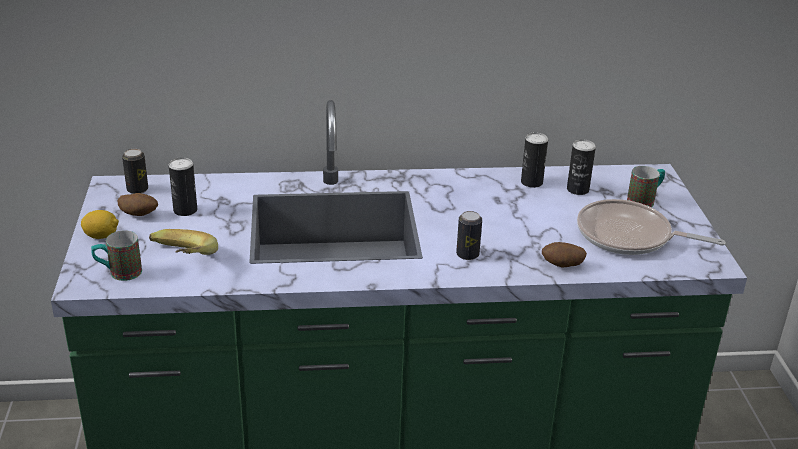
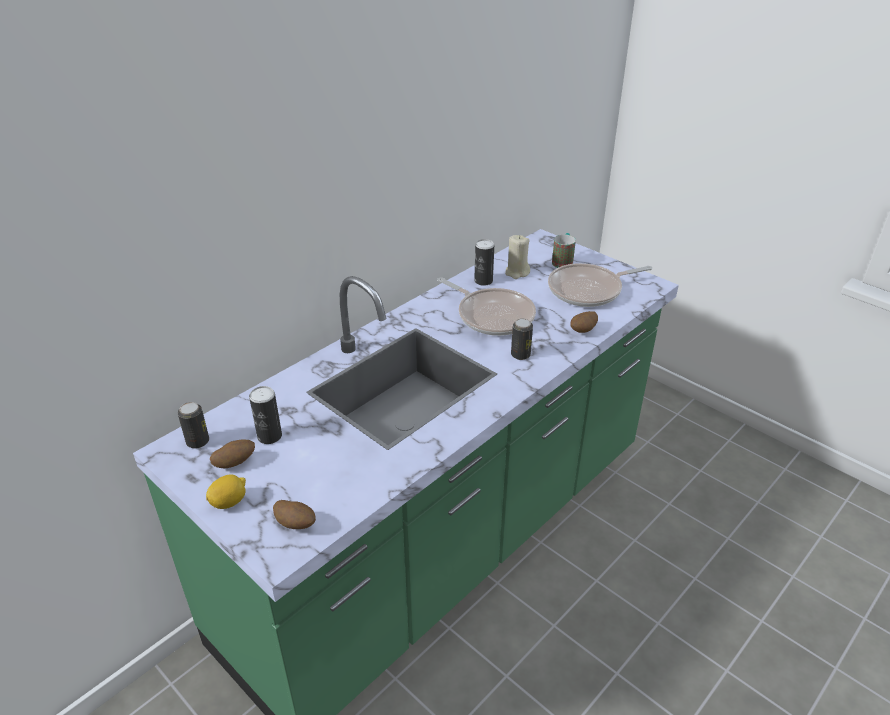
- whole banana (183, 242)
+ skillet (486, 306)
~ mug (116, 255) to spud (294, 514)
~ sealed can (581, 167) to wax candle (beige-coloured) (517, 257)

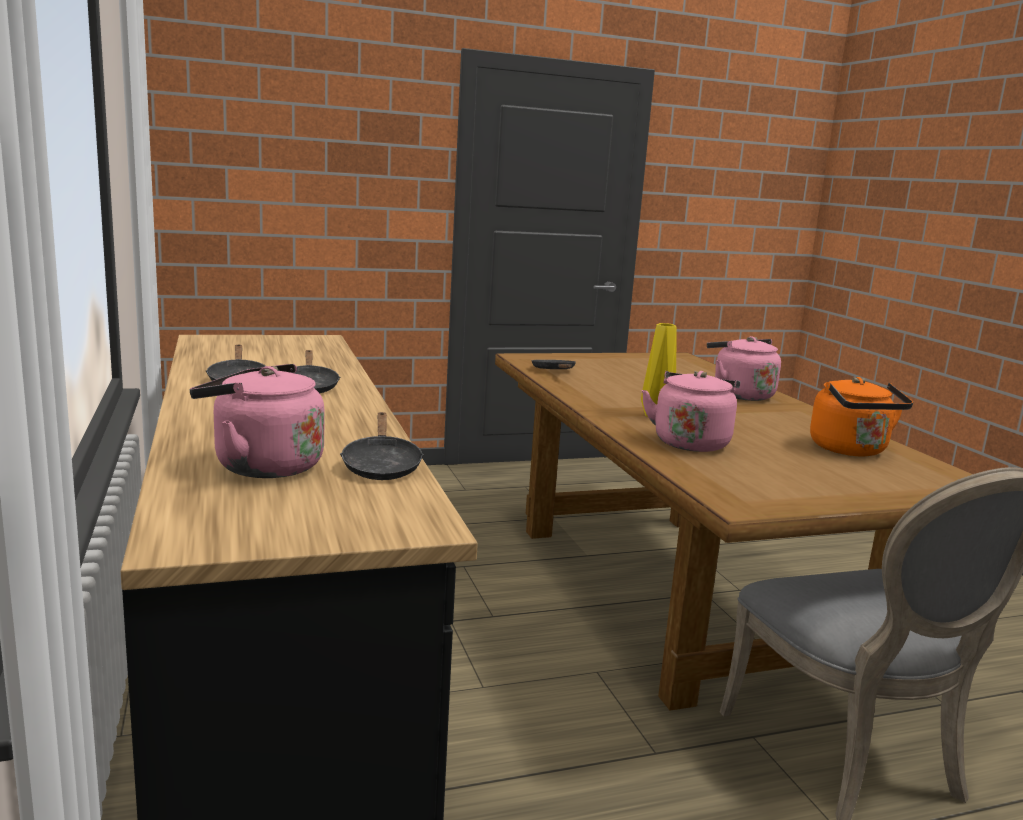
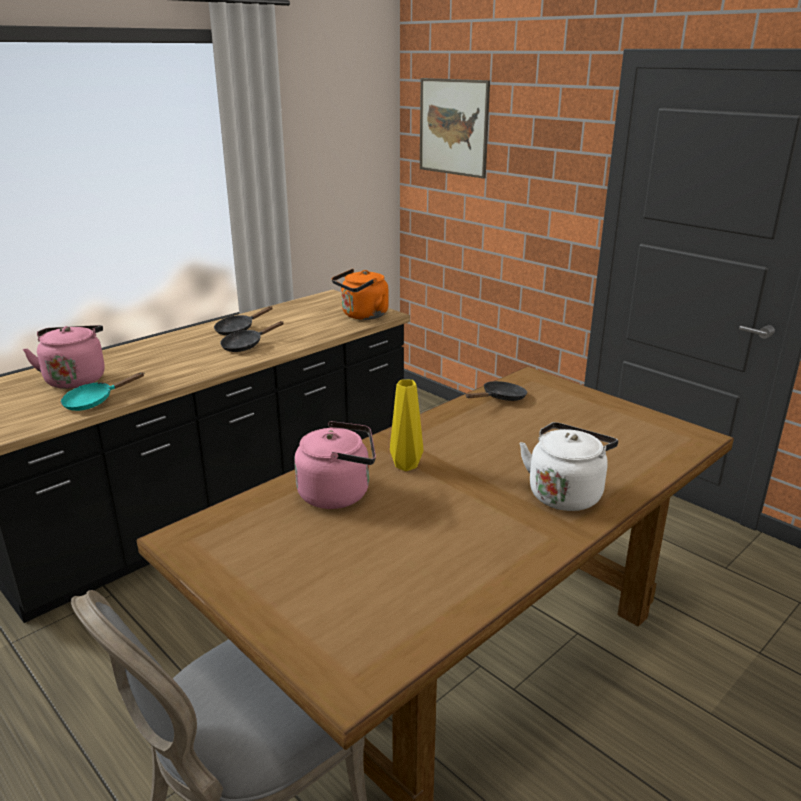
+ wall picture (455, 128)
~ water kettle (orange) (861, 416) to (360, 294)
~ skillet (black) (382, 446) to skillet (turquoise) (102, 391)
~ water kettle (pinkish) (744, 368) to water kettle (white) (568, 466)

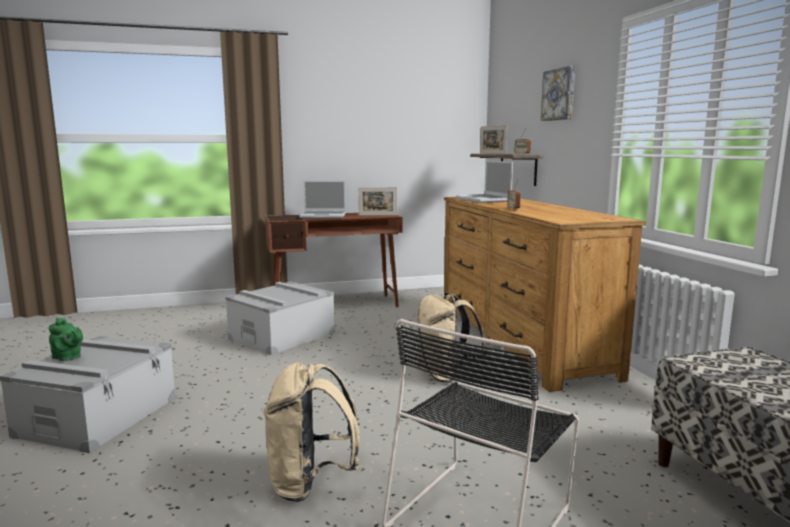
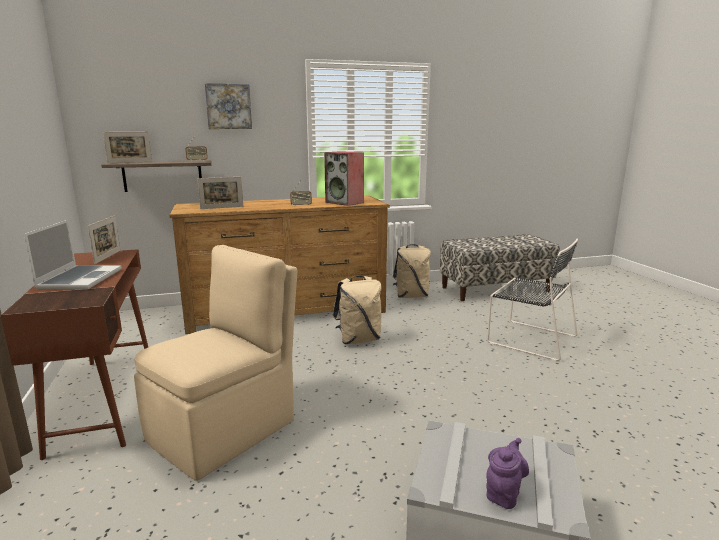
+ loudspeaker (344, 178)
~ knapsack (beige-coloured) (311, 432) to (412, 271)
~ storage bin (greyish) (280, 318) to plain chair (beige-coloured) (216, 363)
~ portable computer (484, 182) to standing frame (220, 193)
~ tea pot (greenish) (66, 339) to tea pot (purplish) (507, 473)

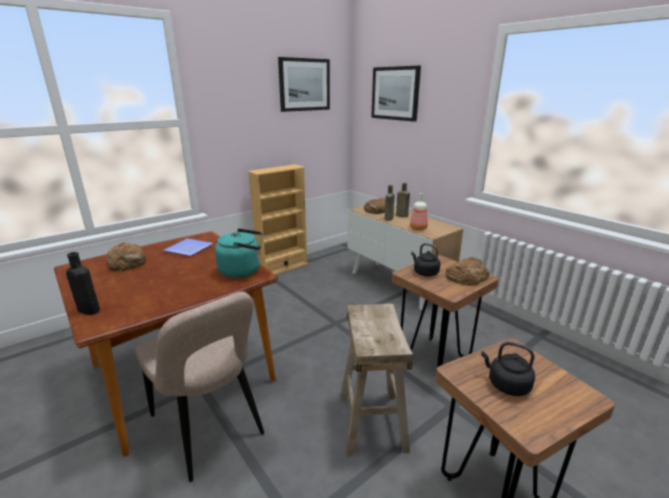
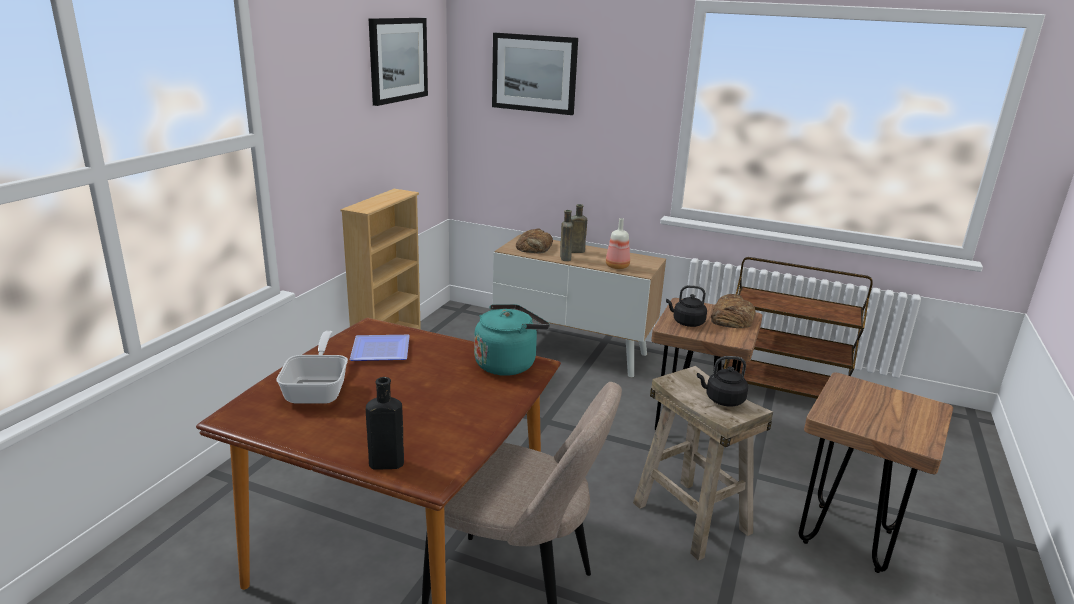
+ trolley (brownish) (798, 328)
~ water kettle (black) (508, 369) to (722, 381)
~ bread (126, 257) to skillet (312, 367)

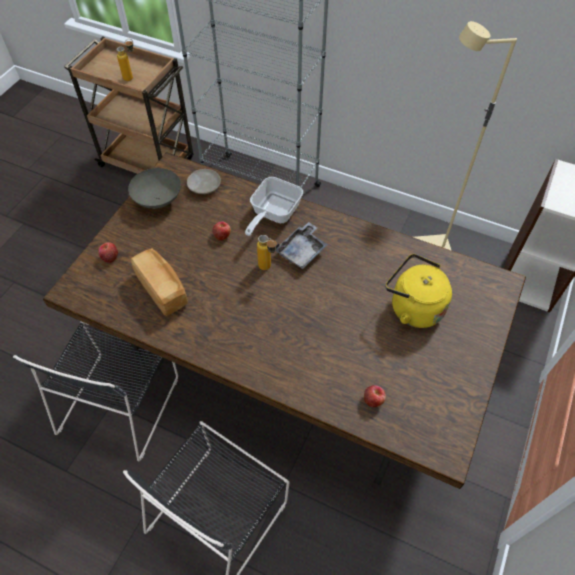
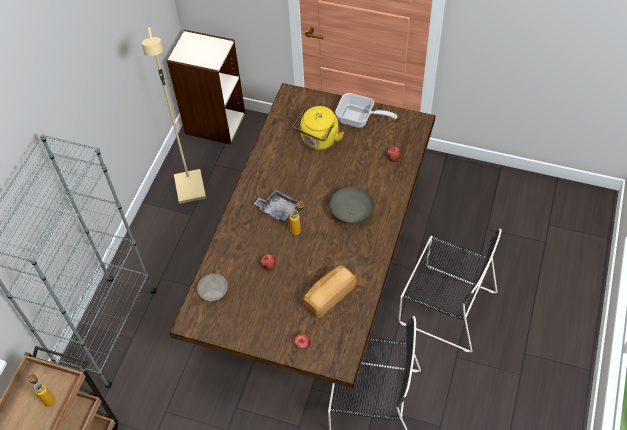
~ deep dish (greyish) (154, 188) to (352, 205)
~ skillet (274, 206) to (366, 110)

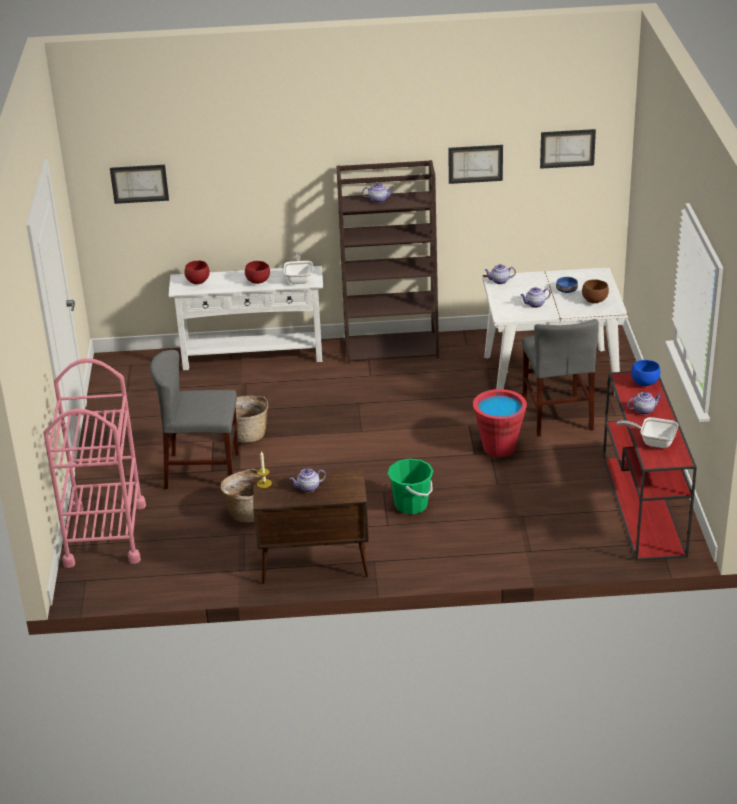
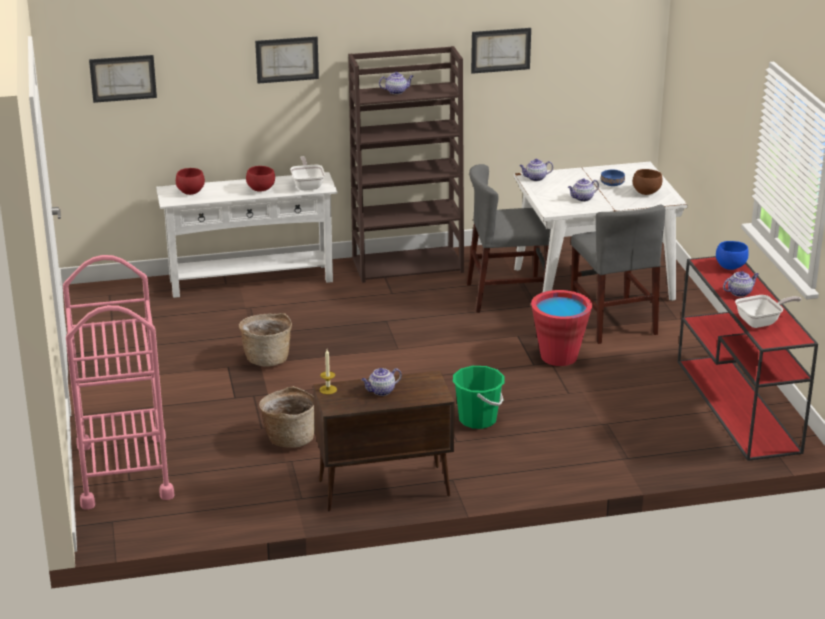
~ plain chair (greyish) (194, 419) to (509, 238)
~ wall picture (568, 149) to (287, 60)
~ skillet (647, 432) = (768, 311) 150 degrees clockwise

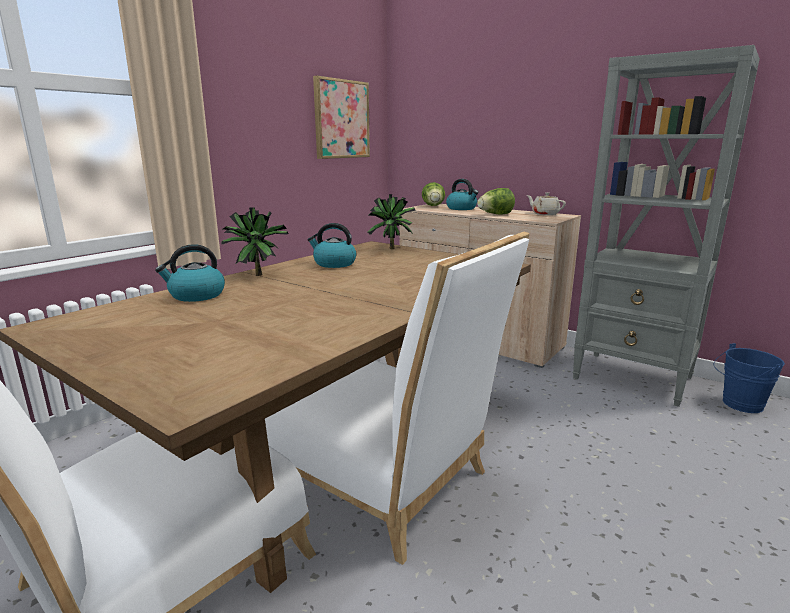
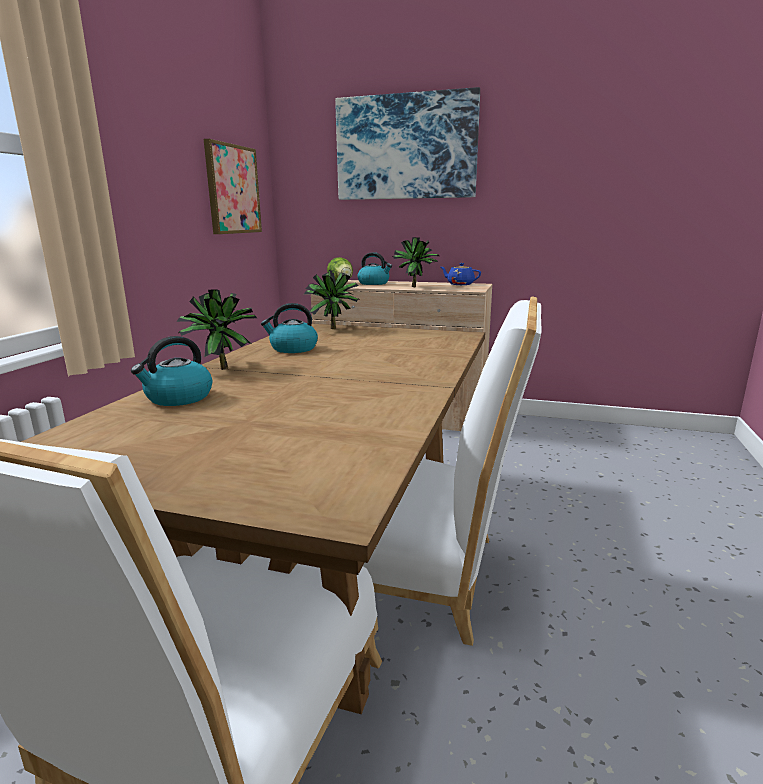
- shelving unit (greyish) (666, 226)
- bucket (bluish) (749, 378)
+ wall picture (407, 143)
~ lettuce head (496, 201) to potted plant (415, 262)
~ tea pot (beige-coloured) (546, 203) to tea pot (bluish) (461, 274)

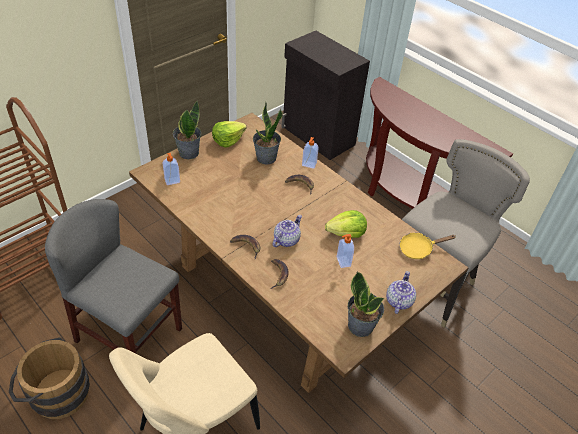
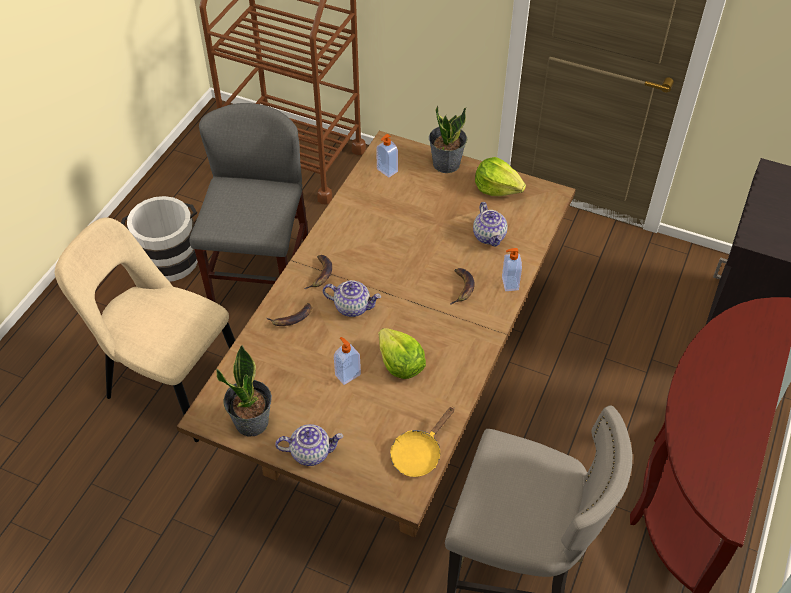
~ potted plant (268, 133) to tea pot (490, 224)
~ bucket (brownish) (49, 378) to bucket (white) (159, 239)
~ skillet (yellowish) (427, 246) = (422, 442) 105 degrees counterclockwise

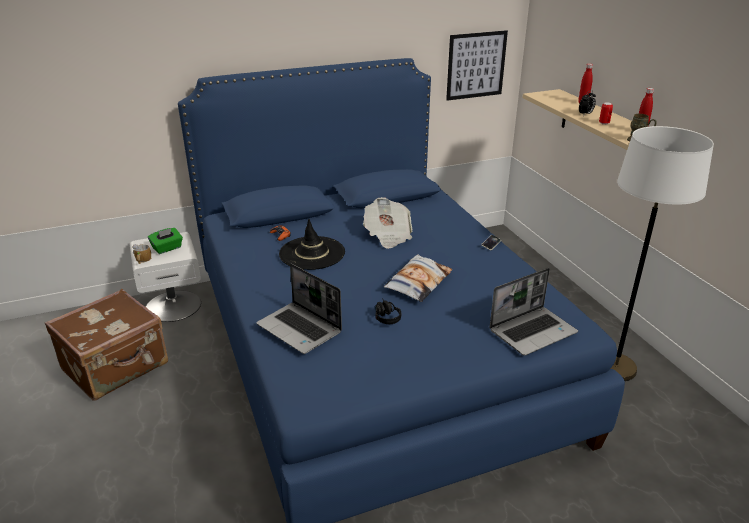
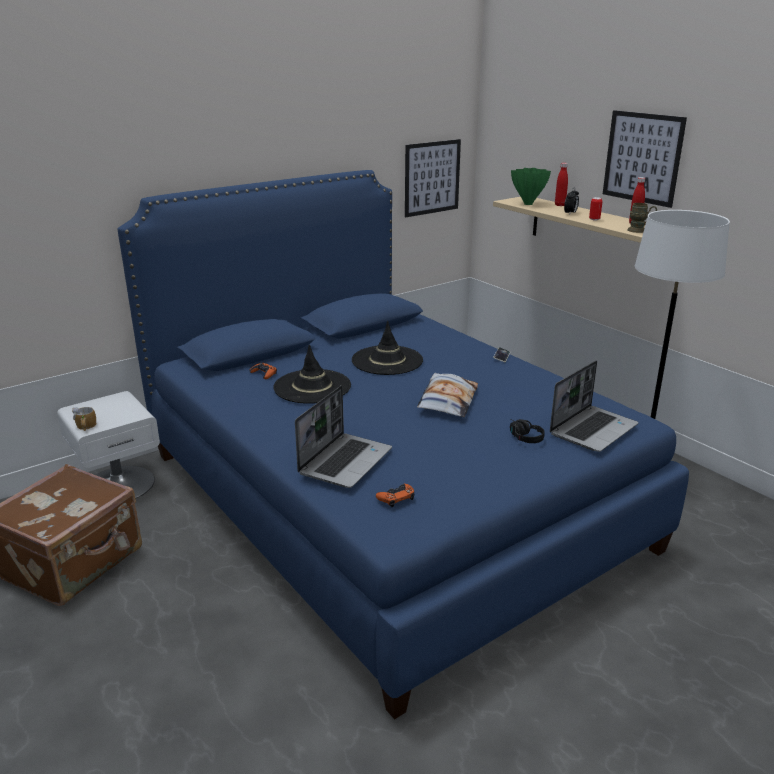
- tissue holder (greenish) (165, 241)
+ joypad (orange) (395, 495)
+ decorative vase (greenish) (531, 186)
+ wall picture (645, 159)
~ headphones (black) (388, 311) to (527, 431)
~ daily paper (387, 223) to wearable hat (black) (387, 348)
~ portable computer (299, 308) = (343, 436) 90 degrees counterclockwise

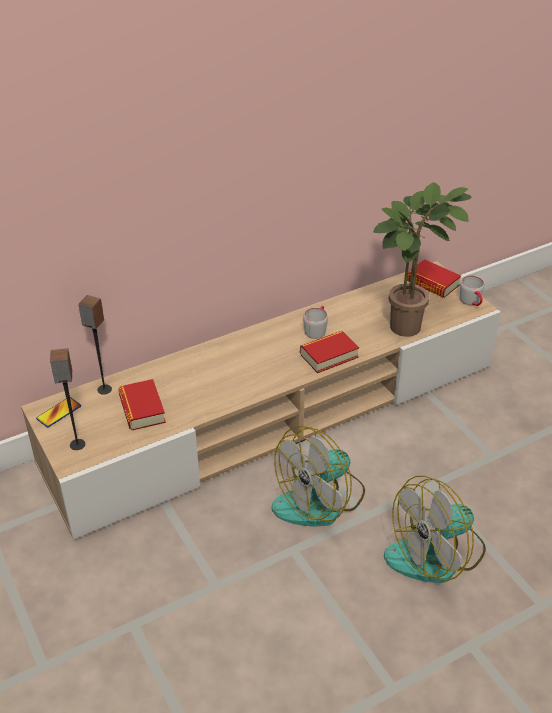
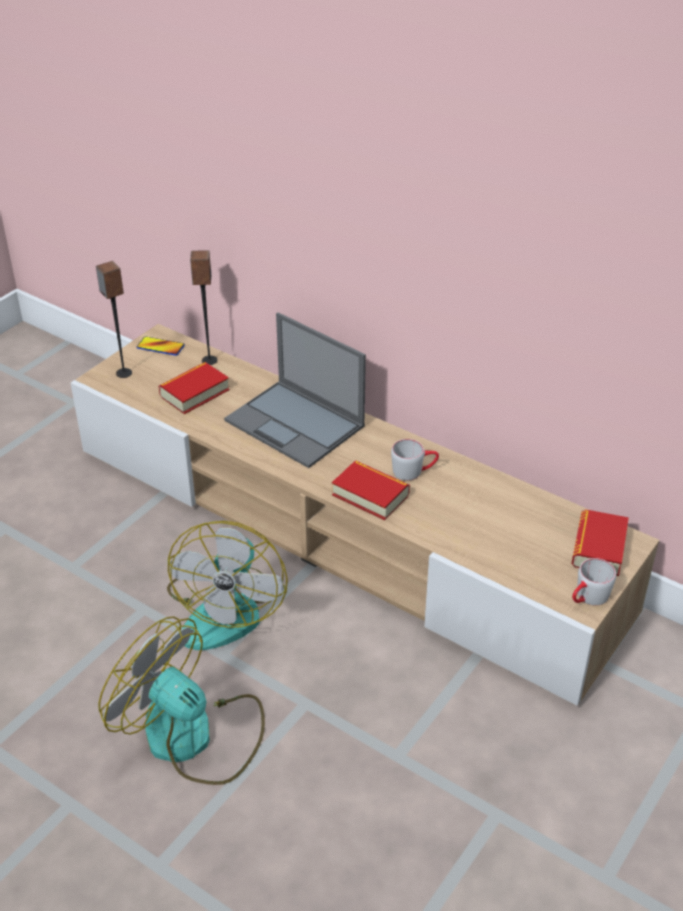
- potted plant (422, 259)
+ portable computer (295, 390)
~ fan (318, 476) = (227, 585) 105 degrees counterclockwise

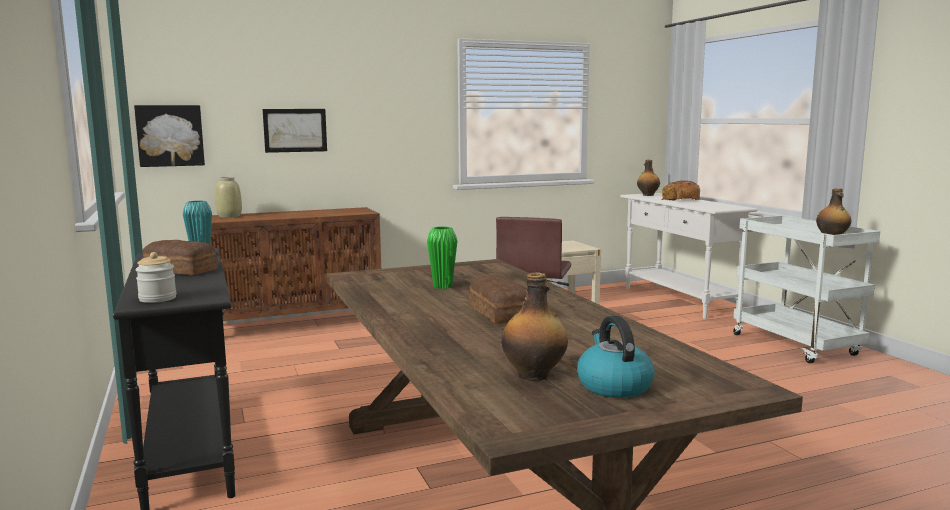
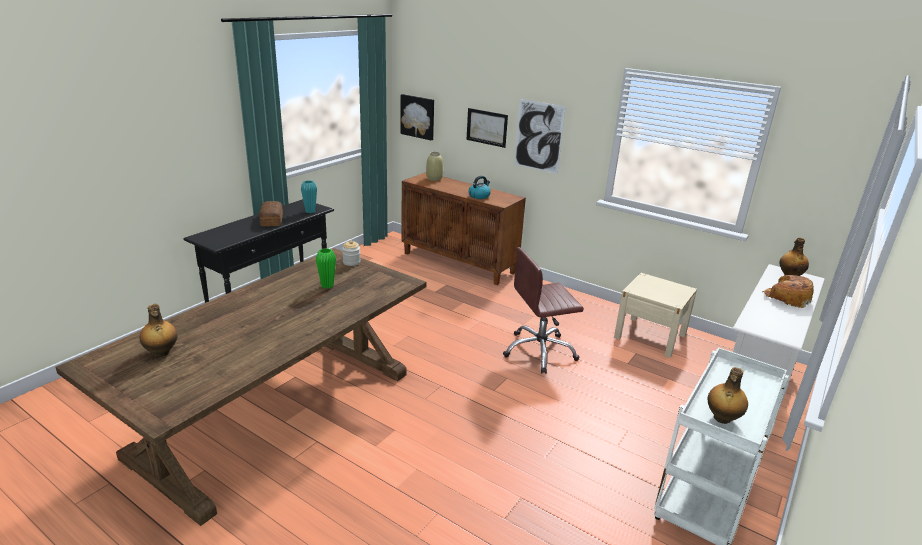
- bread (498, 299)
+ wall picture (540, 136)
~ jar (155, 277) to (351, 253)
~ water kettle (616, 356) to (480, 187)

